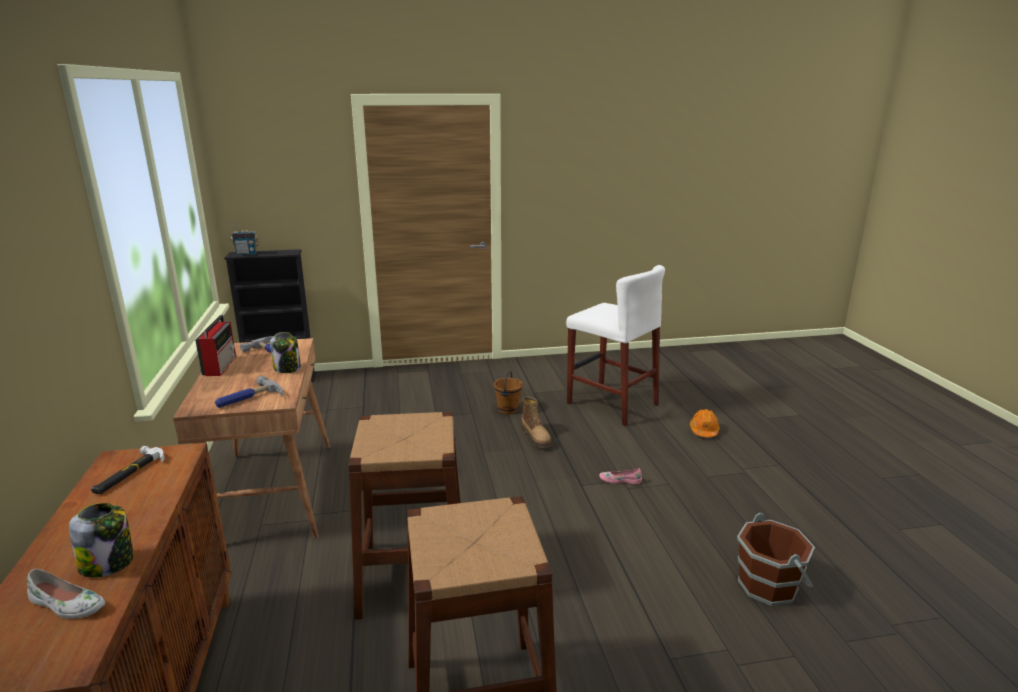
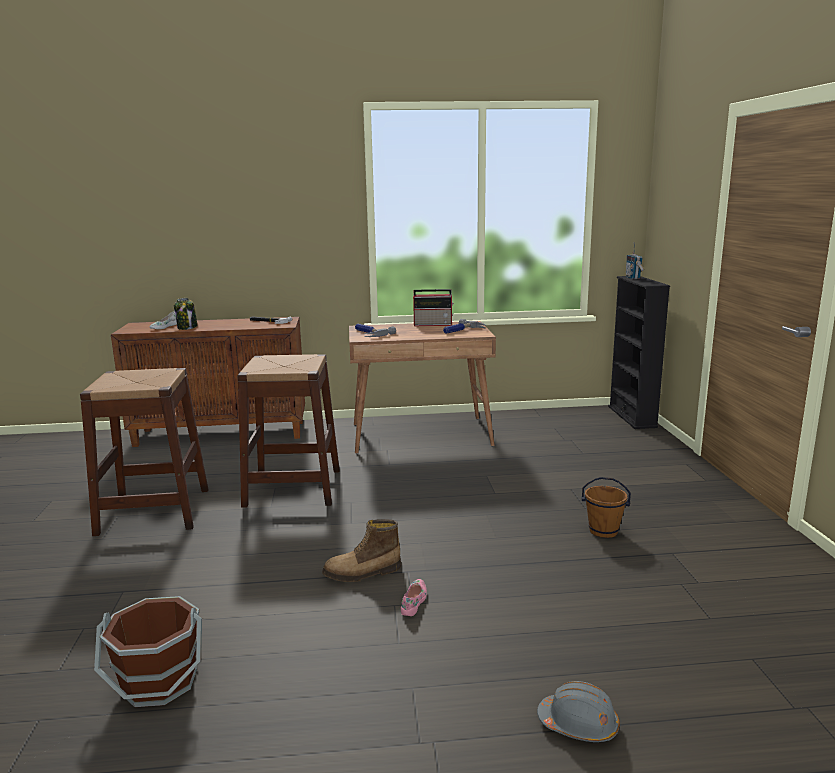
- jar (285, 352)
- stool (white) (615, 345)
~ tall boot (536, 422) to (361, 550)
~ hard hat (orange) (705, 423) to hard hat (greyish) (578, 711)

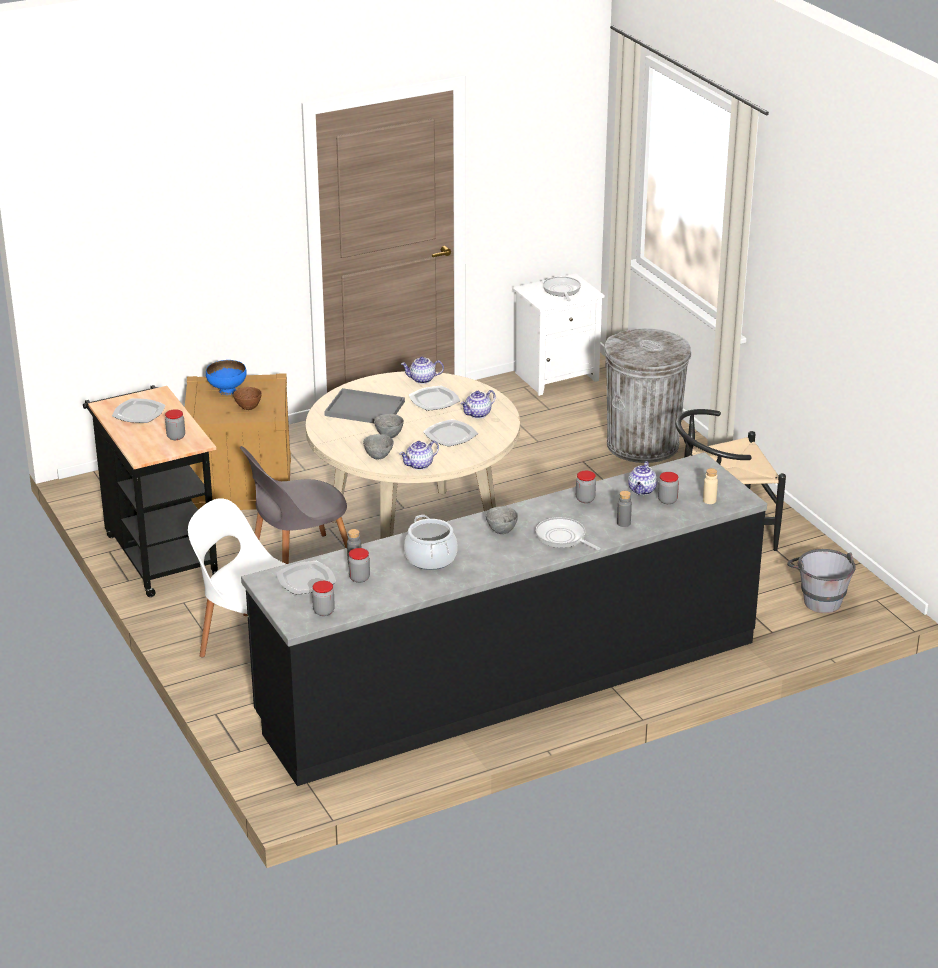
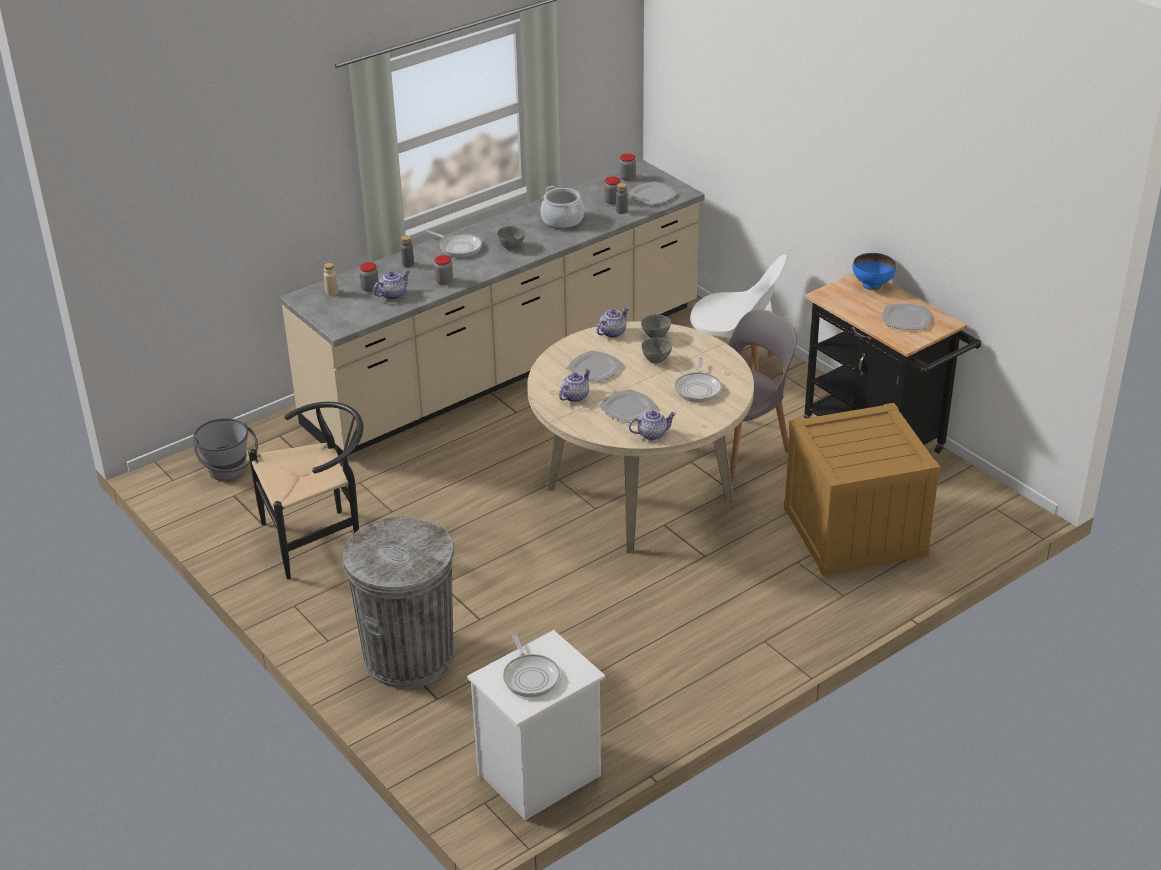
- jar (175, 424)
- deep dish (brownish) (247, 398)
~ deep dish (bluish) (226, 377) to (874, 271)
~ serving tray (greyish) (364, 405) to skillet (698, 380)
~ counter (black) (504, 619) to counter (beige-coloured) (492, 308)
~ tea pot (642, 478) = (391, 285) 45 degrees clockwise

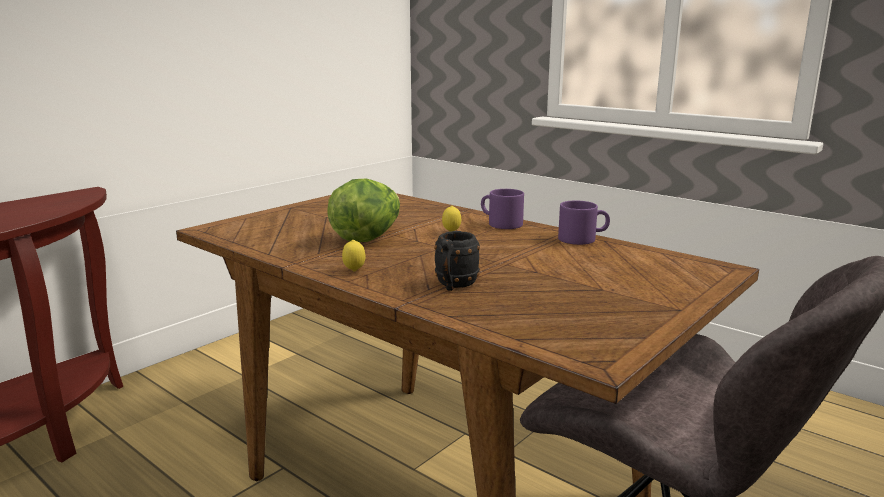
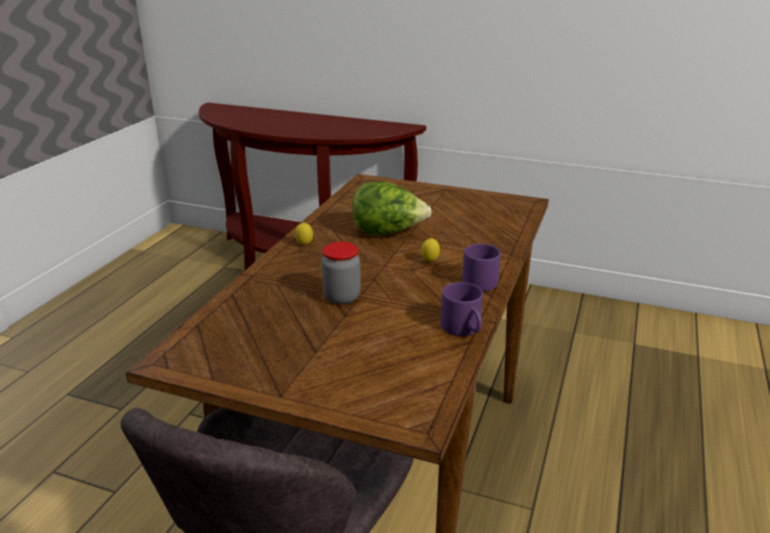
- mug (black) (457, 261)
+ jar (341, 273)

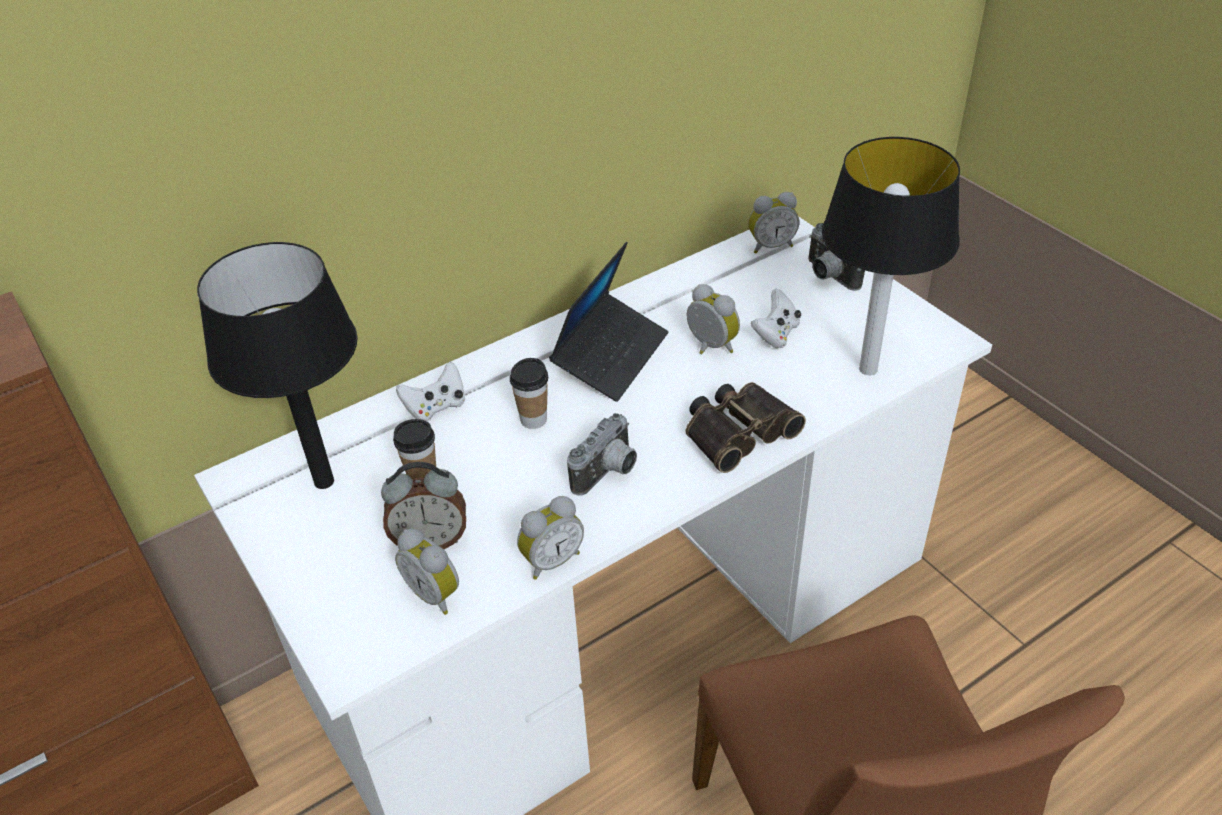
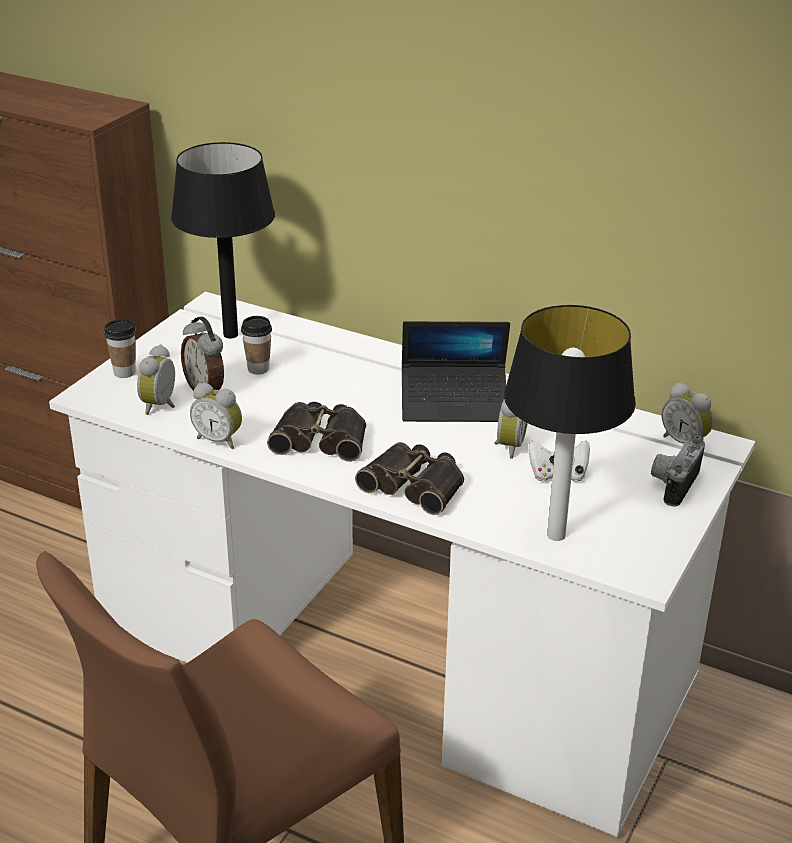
- joypad (white) (430, 392)
~ drinking cup (529, 393) to (120, 348)
~ photo camera (602, 454) to binoculars (316, 432)

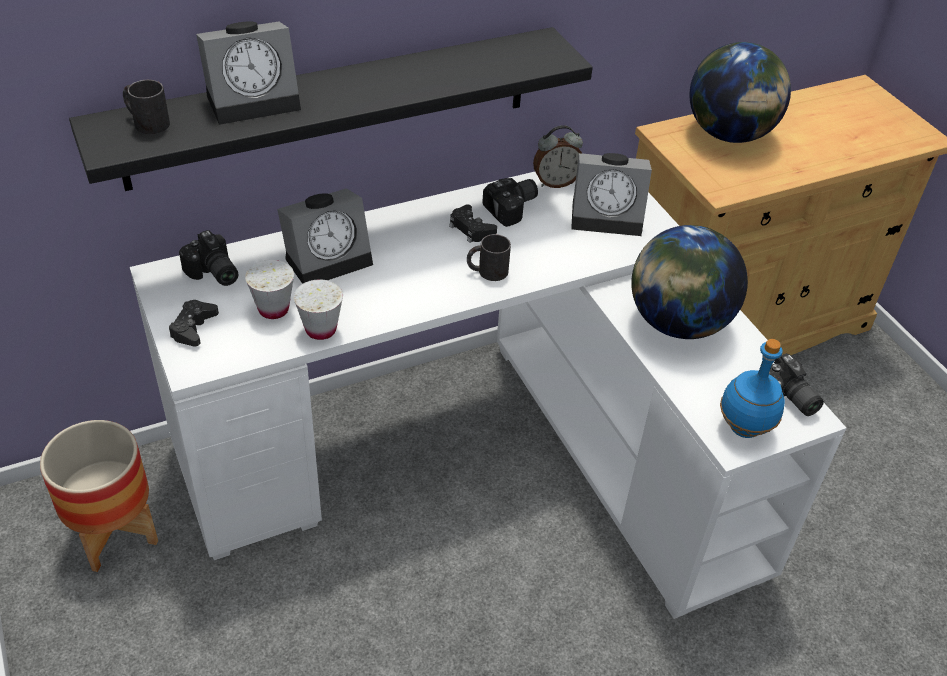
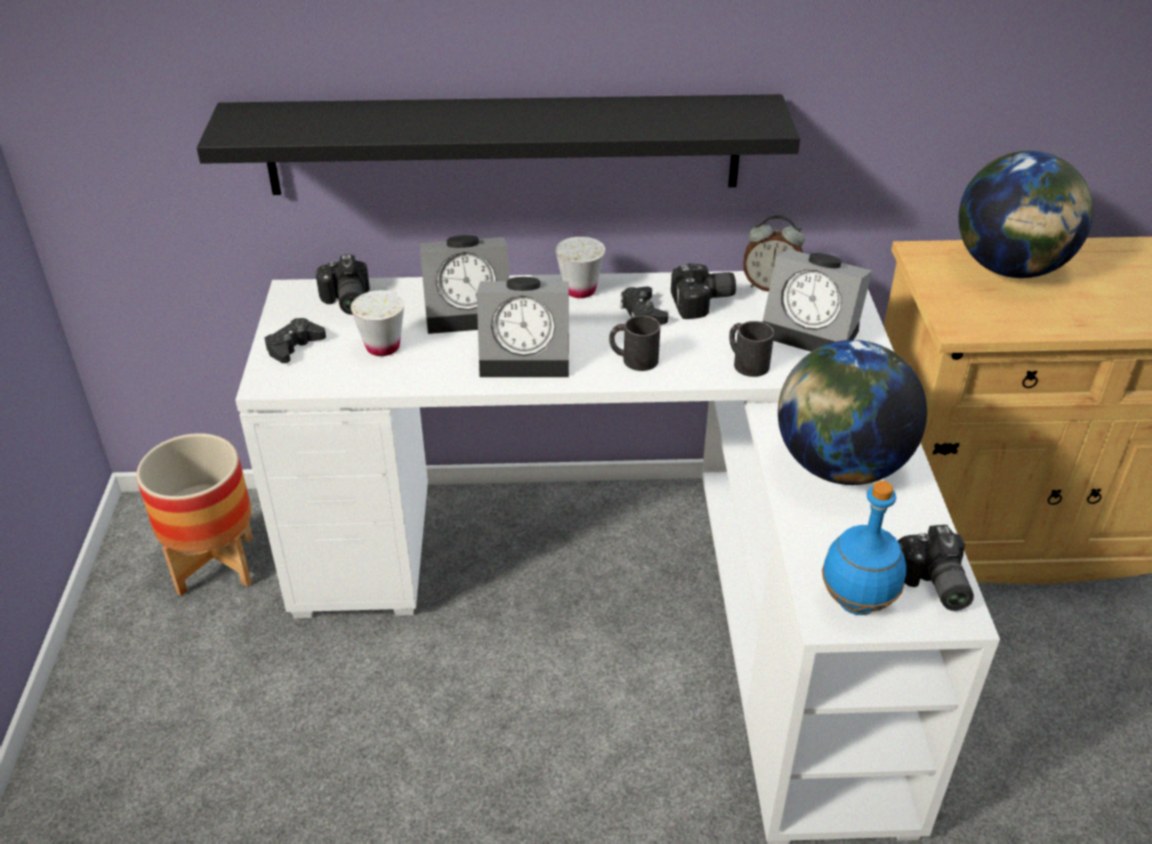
~ mug (black) (146, 107) to (751, 349)
~ alarm clock (248, 73) to (523, 327)
~ drinking cup (white) (318, 309) to (580, 267)

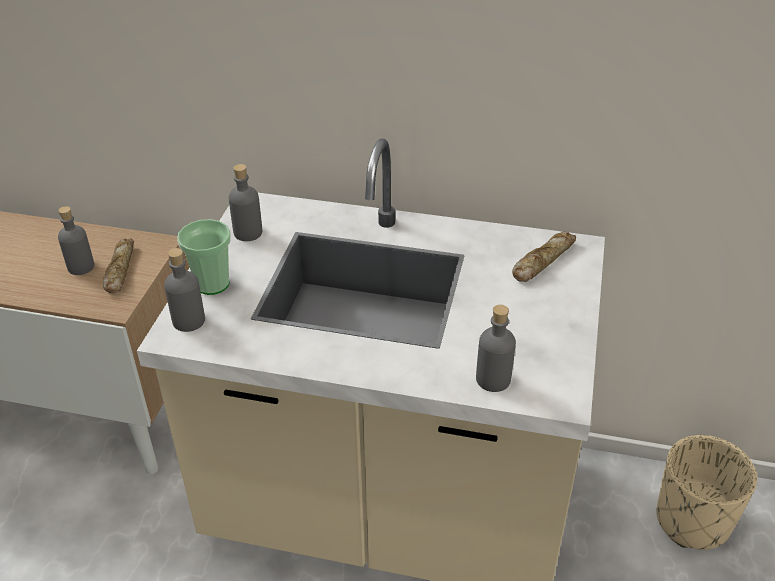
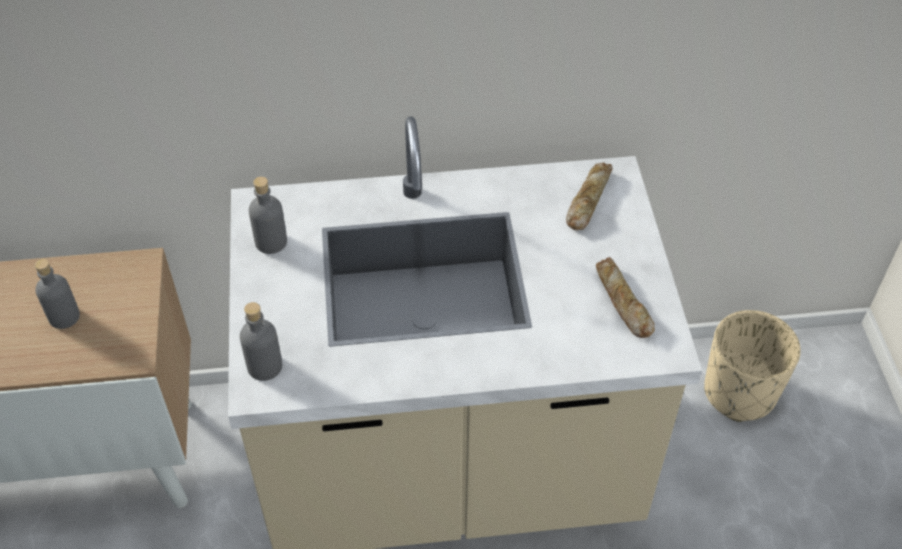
- drinking cup (204, 257)
- bottle (greyish) (496, 348)
~ bread (118, 265) to (625, 297)

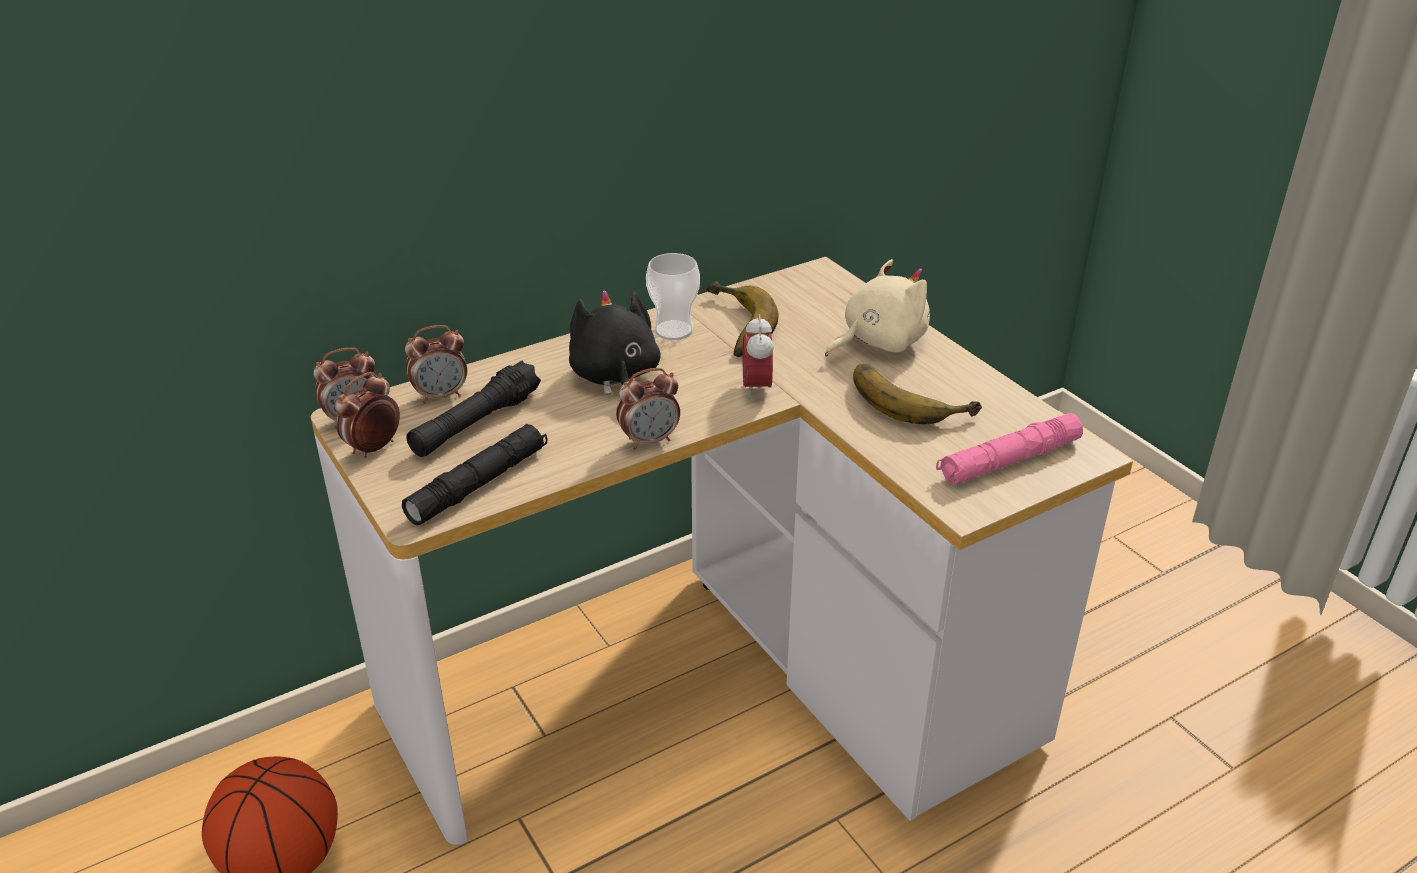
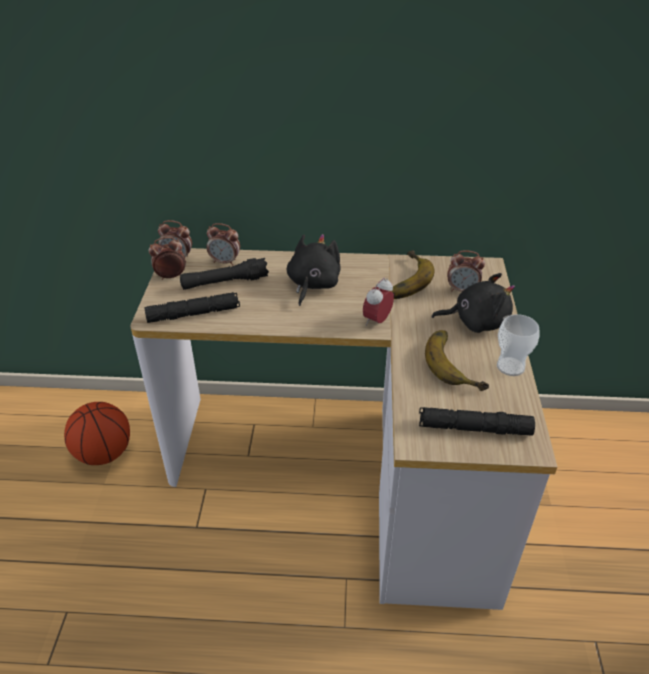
~ alarm clock (648, 409) to (466, 271)
~ drinking cup (673, 296) to (518, 345)
~ plush toy (beige-coloured) (877, 308) to plush toy (black) (473, 303)
~ hand torch (pinkish) (1009, 448) to hand torch (black) (477, 421)

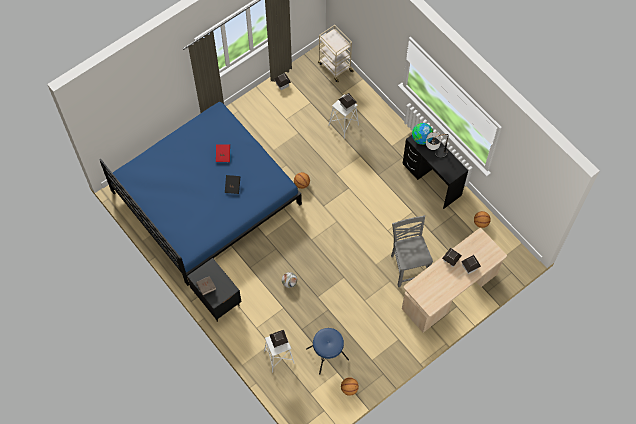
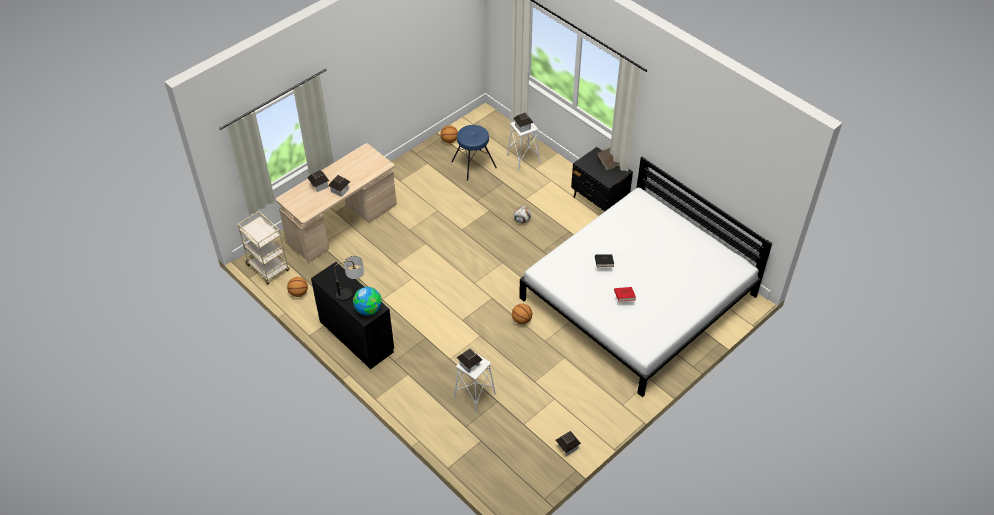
- plain chair (greyish) (412, 251)
~ trolley (beige-coloured) (336, 53) to (264, 247)
~ bedroom bed (bluish) (200, 194) to bedroom bed (white) (645, 277)

